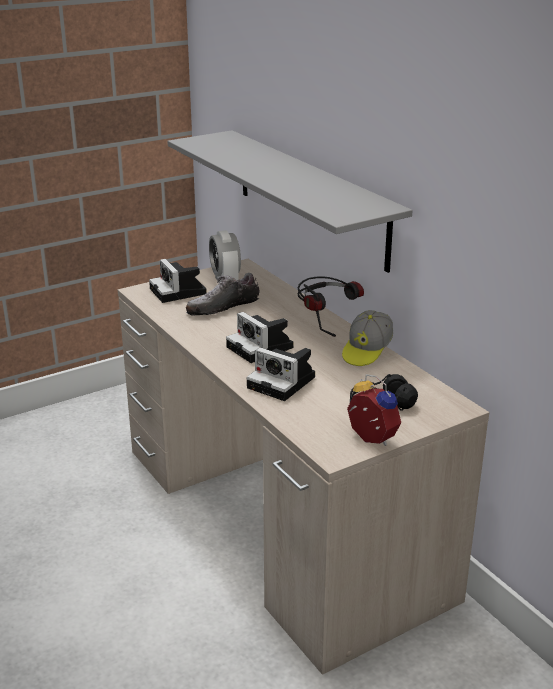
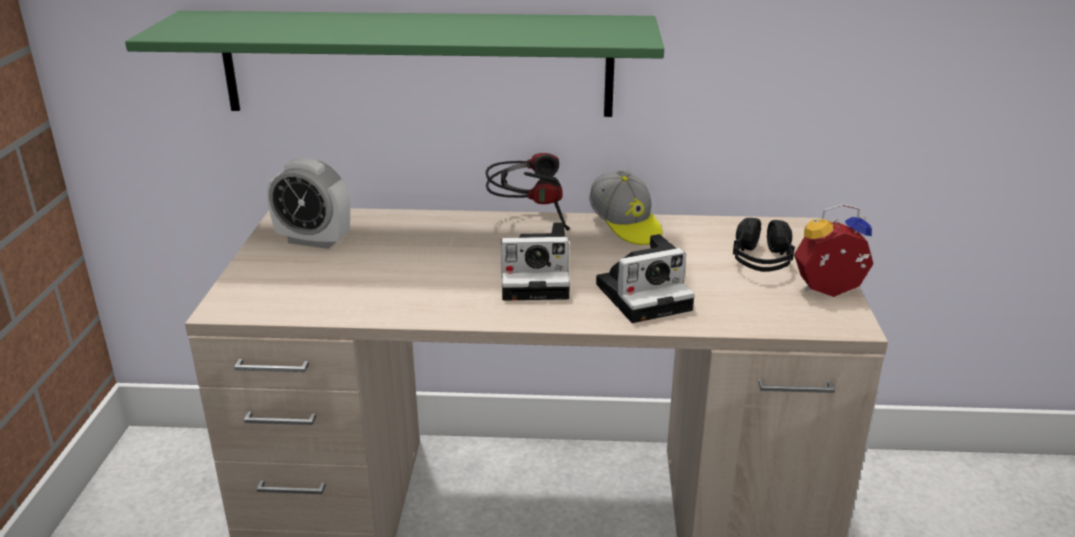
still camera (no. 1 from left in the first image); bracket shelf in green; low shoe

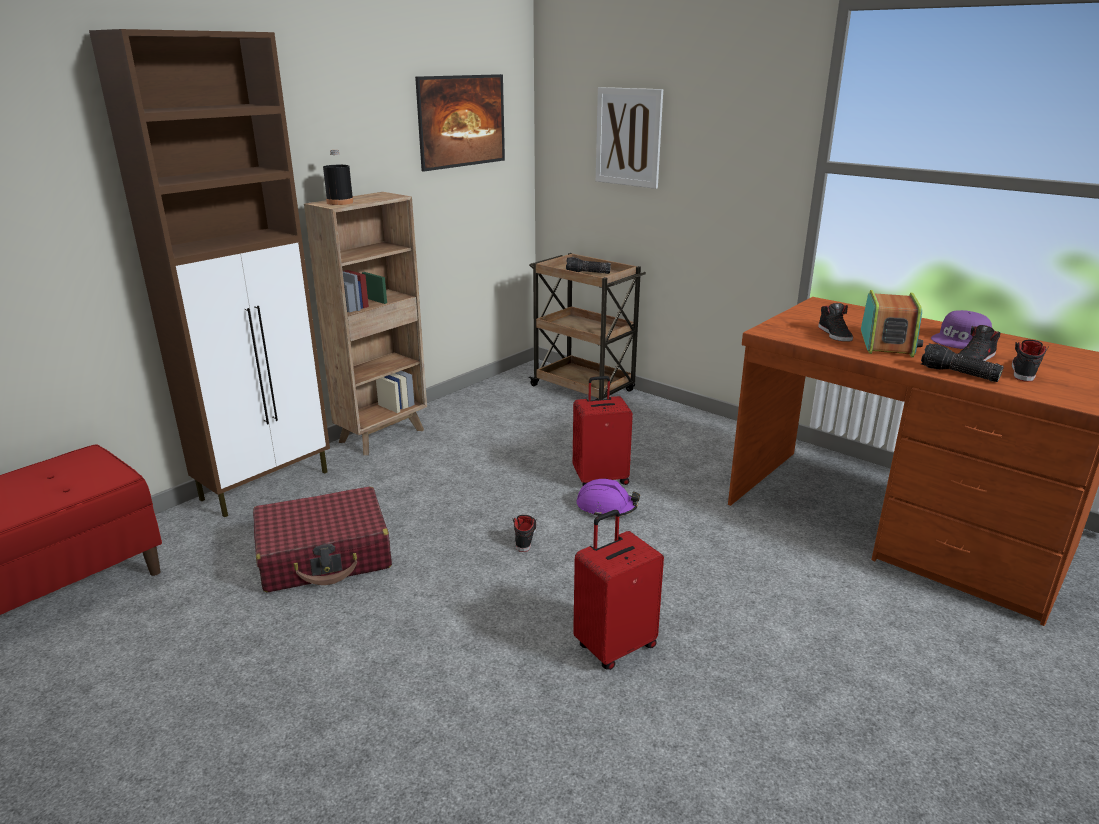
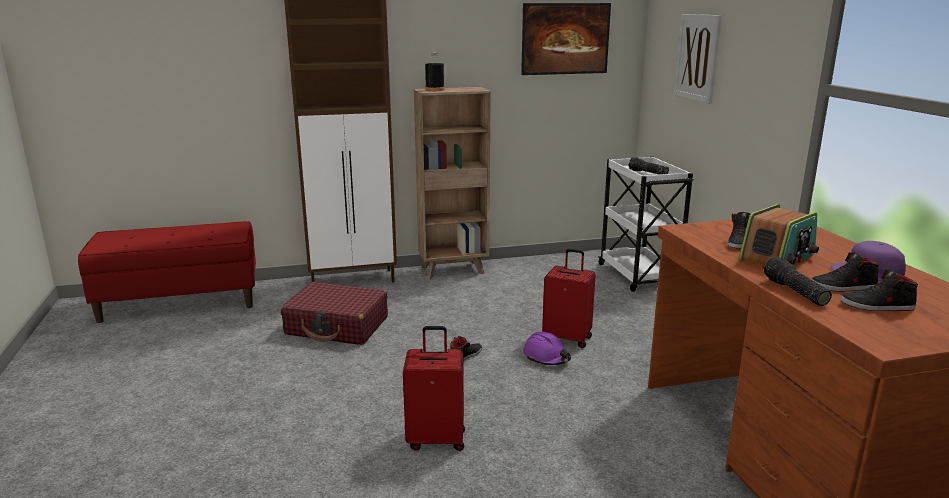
wheeled cart in white-coloured; low shoe in black-coloured (no. 4 from left)

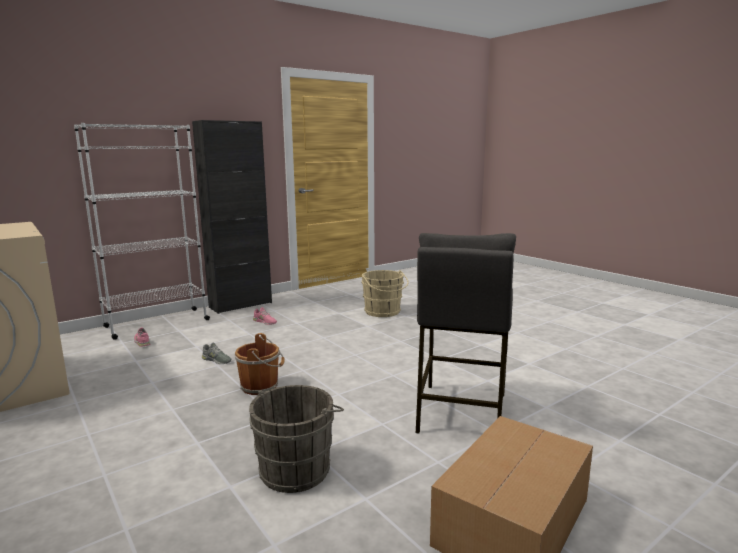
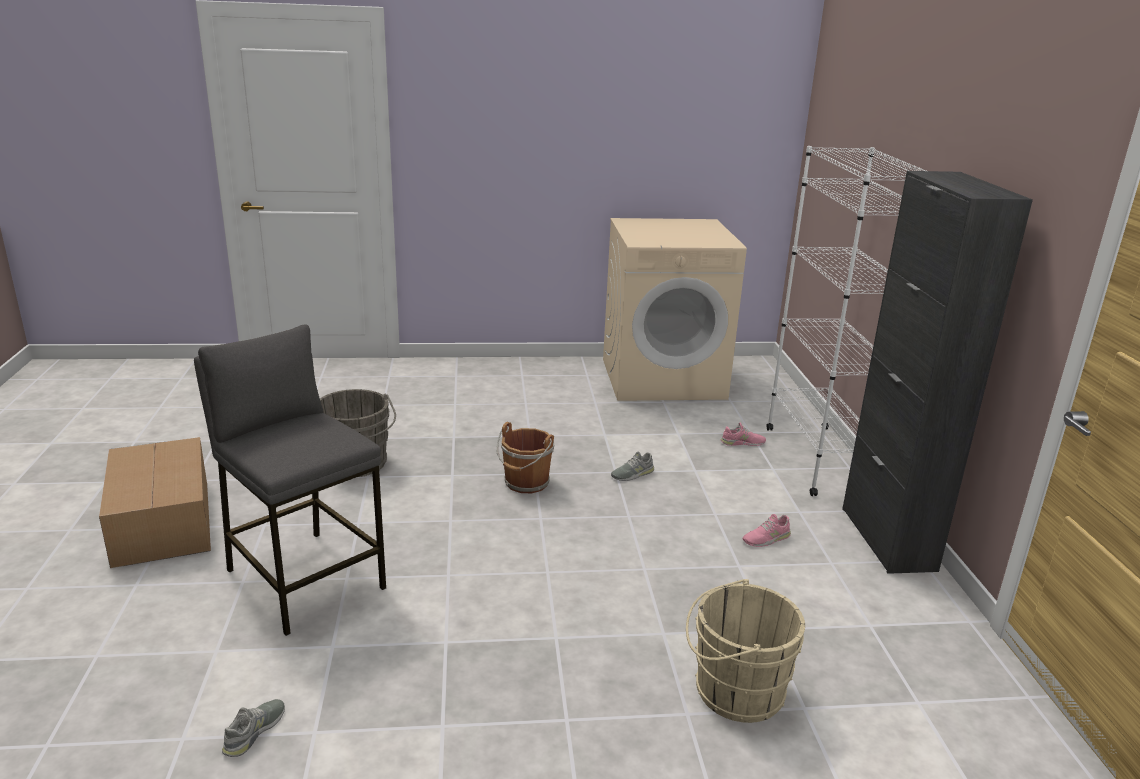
low shoe in gray (no. 1 from left)

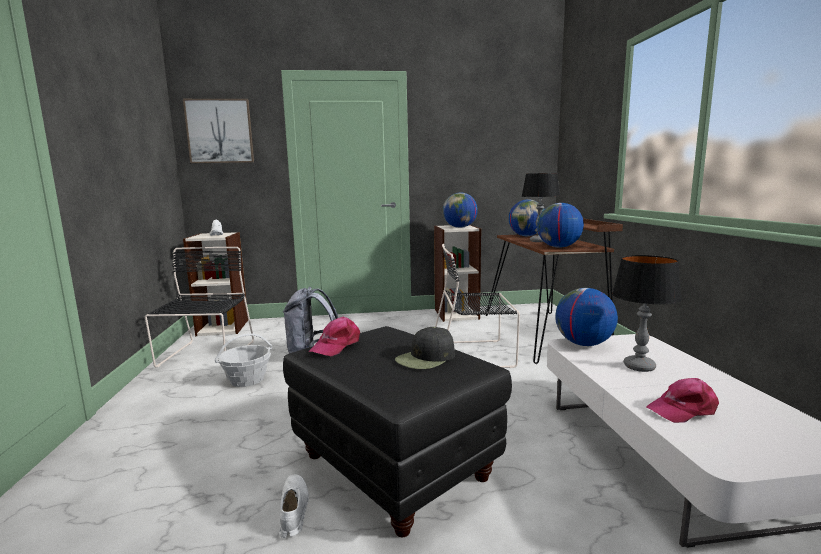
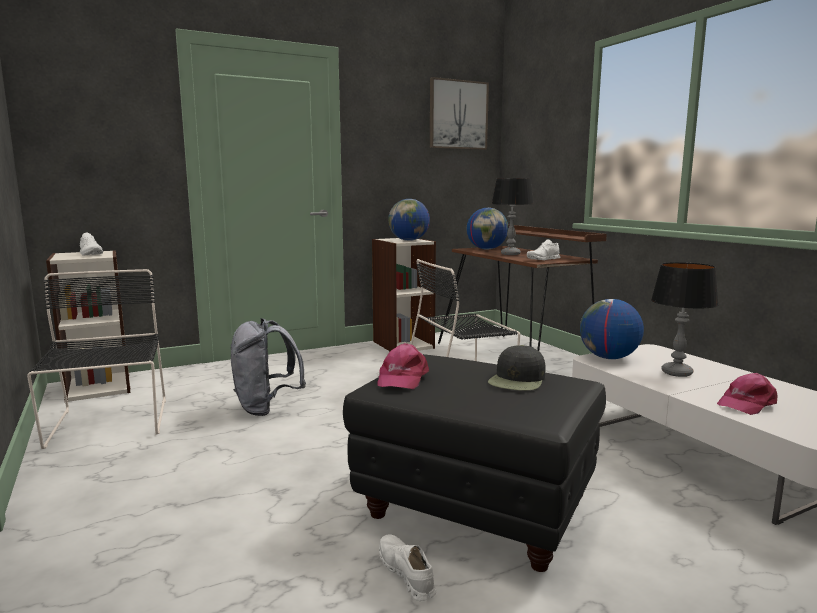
picture; household basket; low shoe in white-coloured (no. 3 from left)

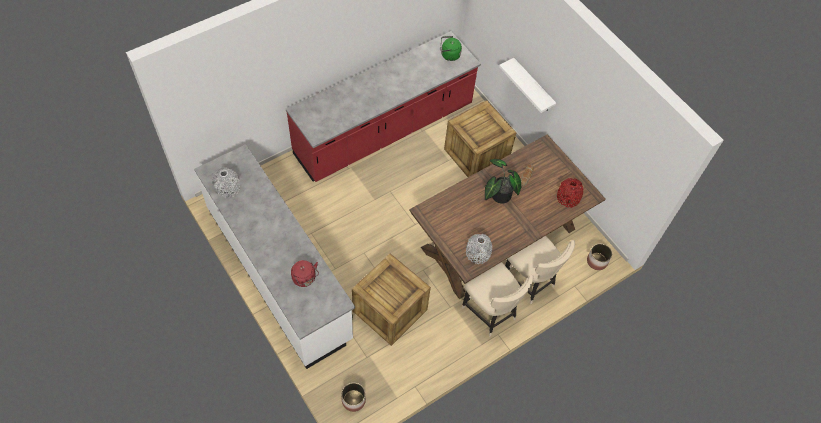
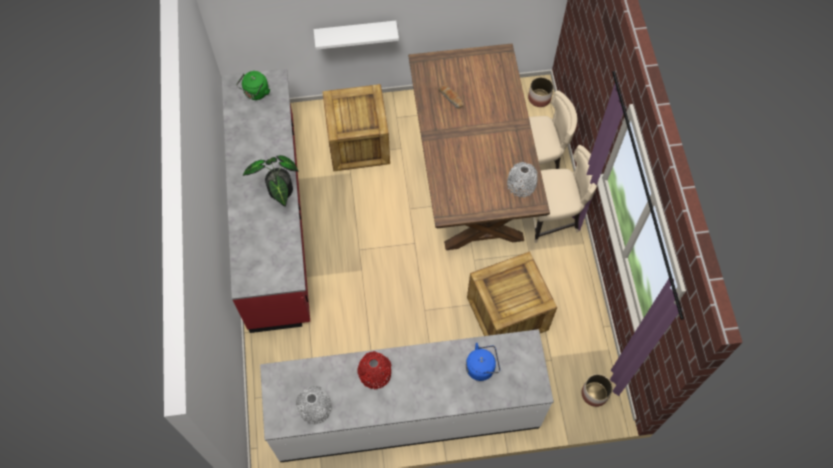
water kettle in blue-coloured; plant in a pot; flower vase in red-coloured

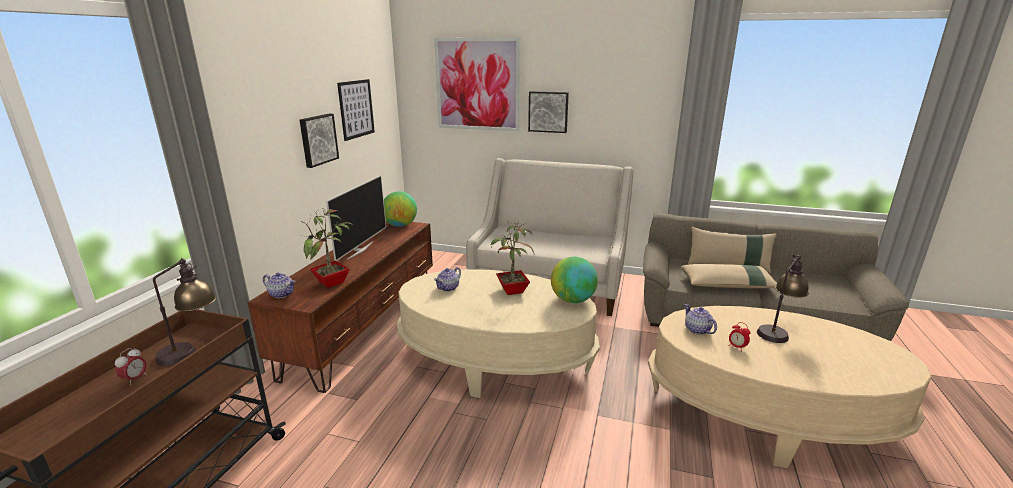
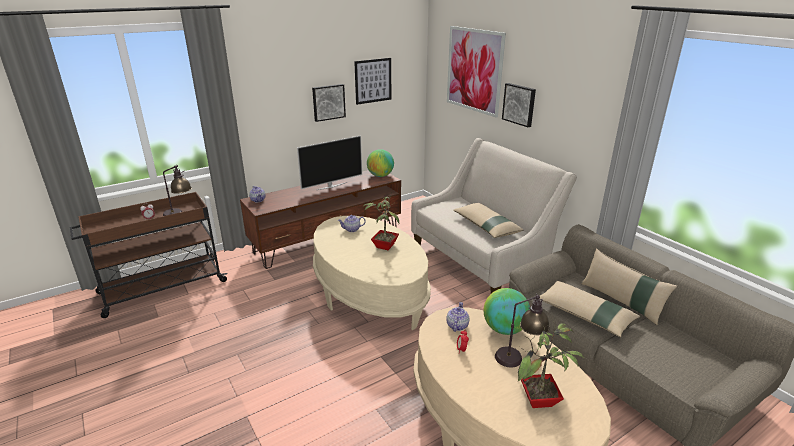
plant in a pot (no. 2 from left); world globe (no. 2 from left); pillow in sand-coloured (no. 1 from left)

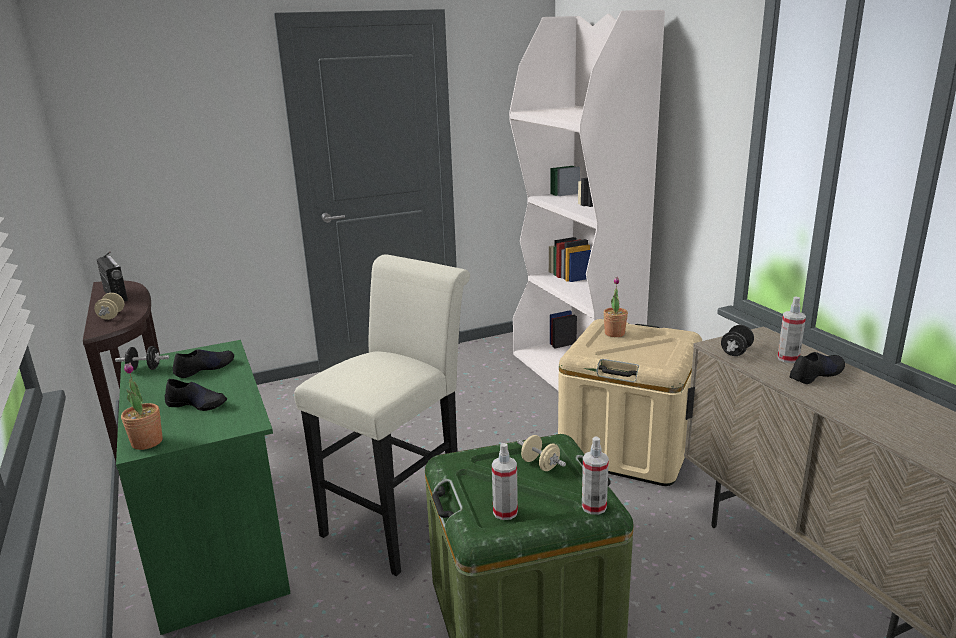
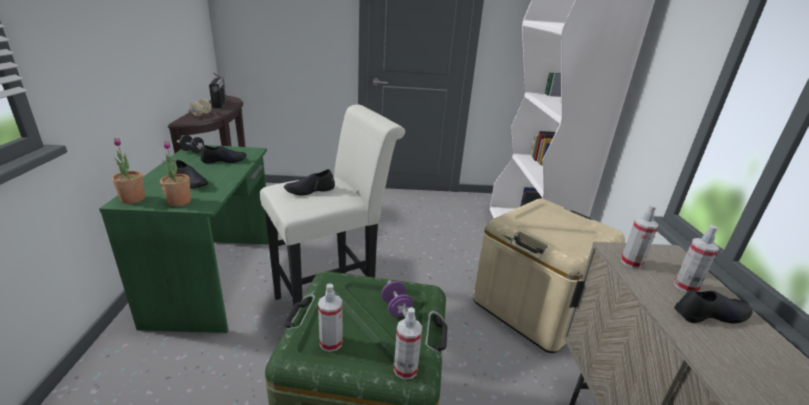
hand weight in purple-coloured; plant in a pot (no. 2 from left); spray bottle (no. 3 from left); low shoe in black-coloured (no. 3 from left)

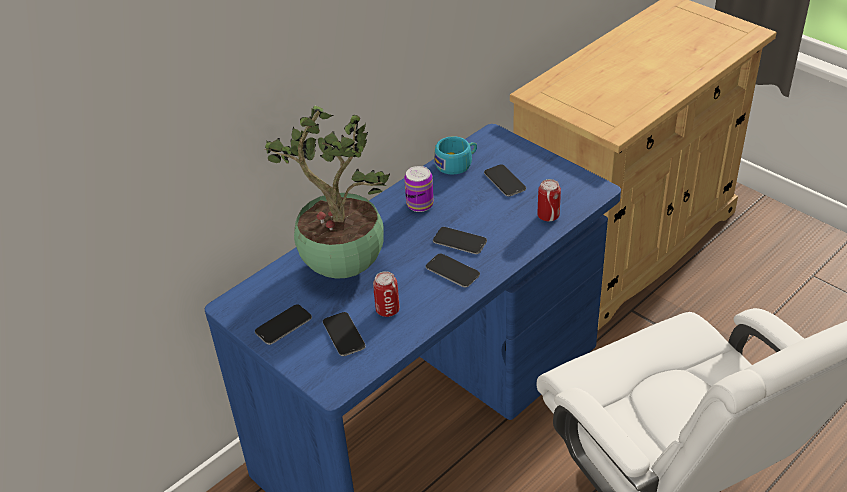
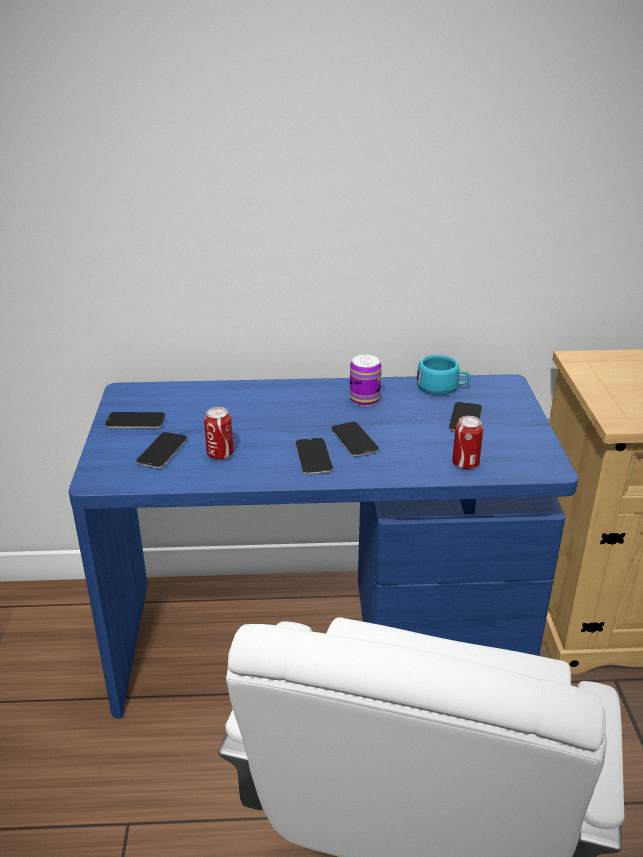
plant in a pot

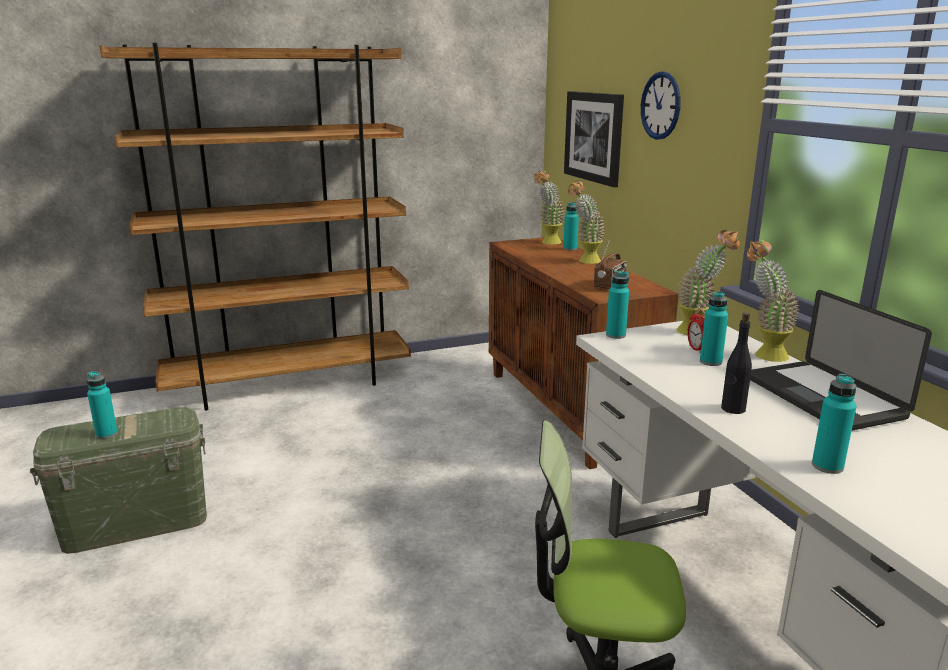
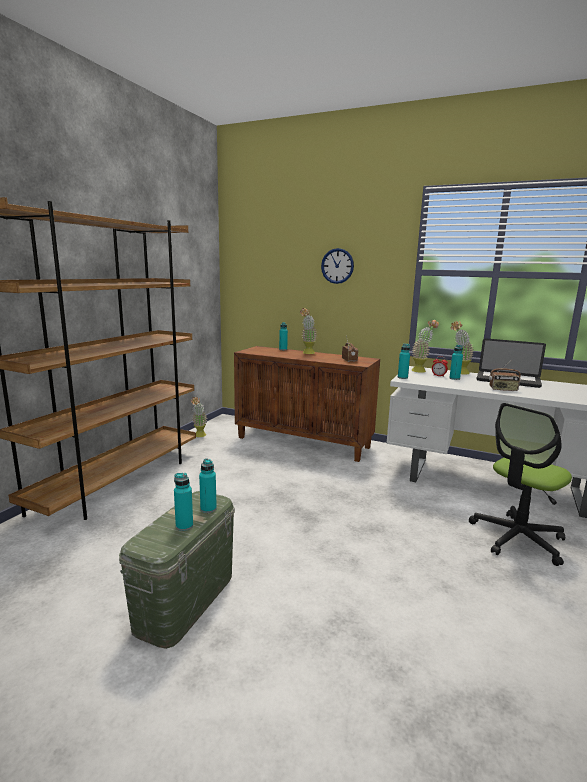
plant in a pot (no. 1 from left); picture; radio (no. 2 from left); bottle in turquoise-coloured (no. 2 from left)

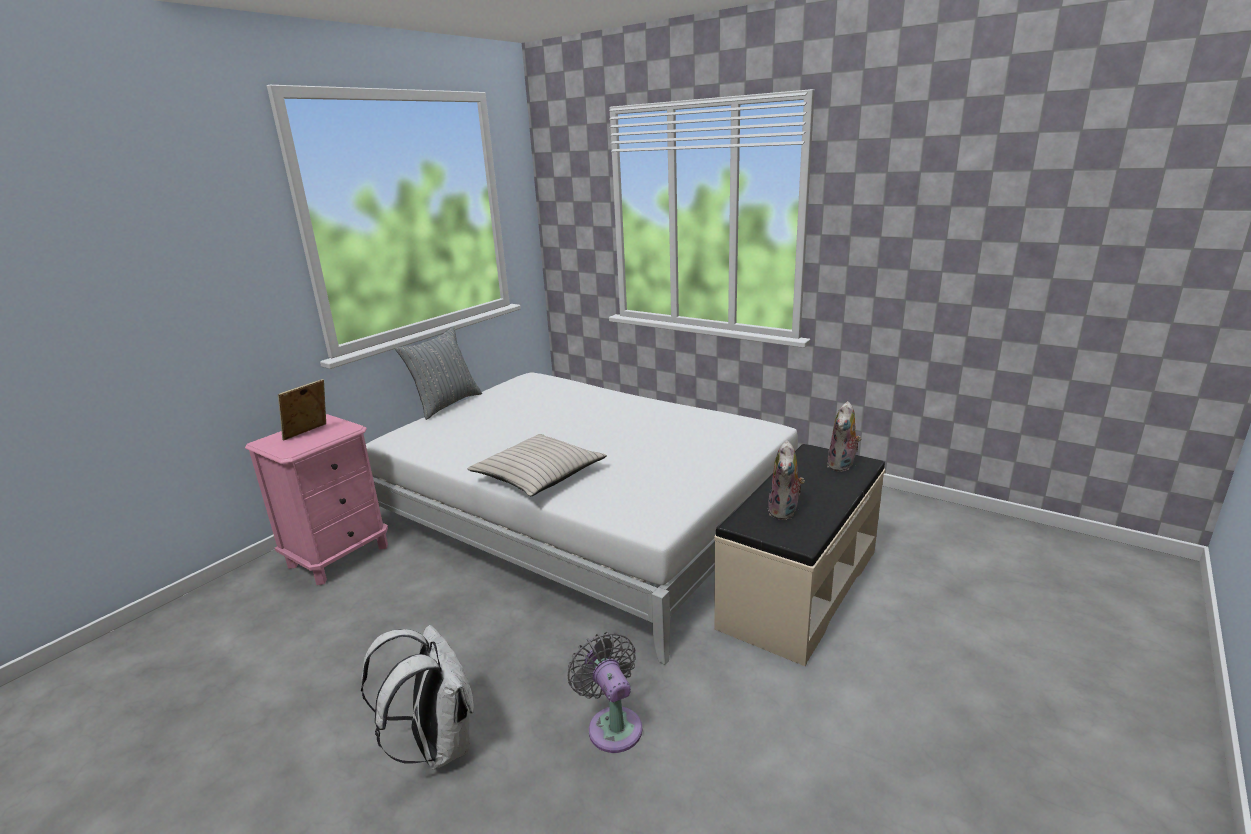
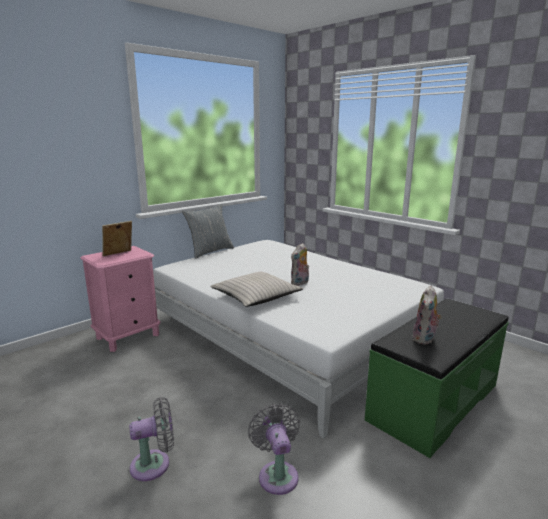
fan in gray (no. 1 from left); long seat in green; cuddly toy (no. 1 from left)

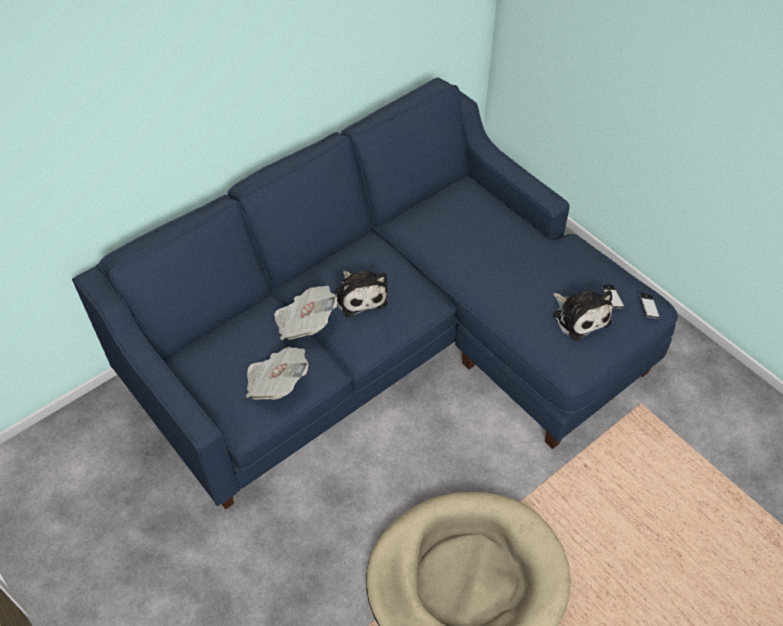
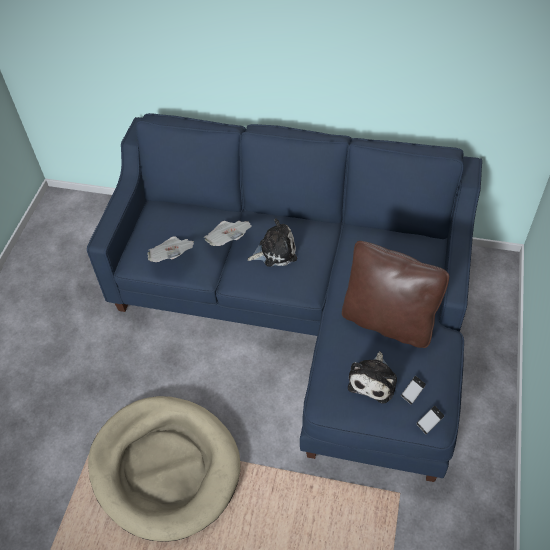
cuddly toy (no. 1 from left); pillow in brown-coloured

